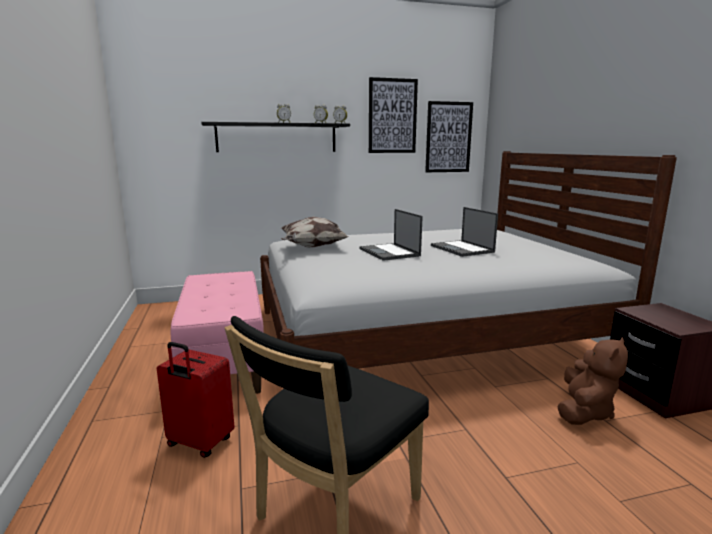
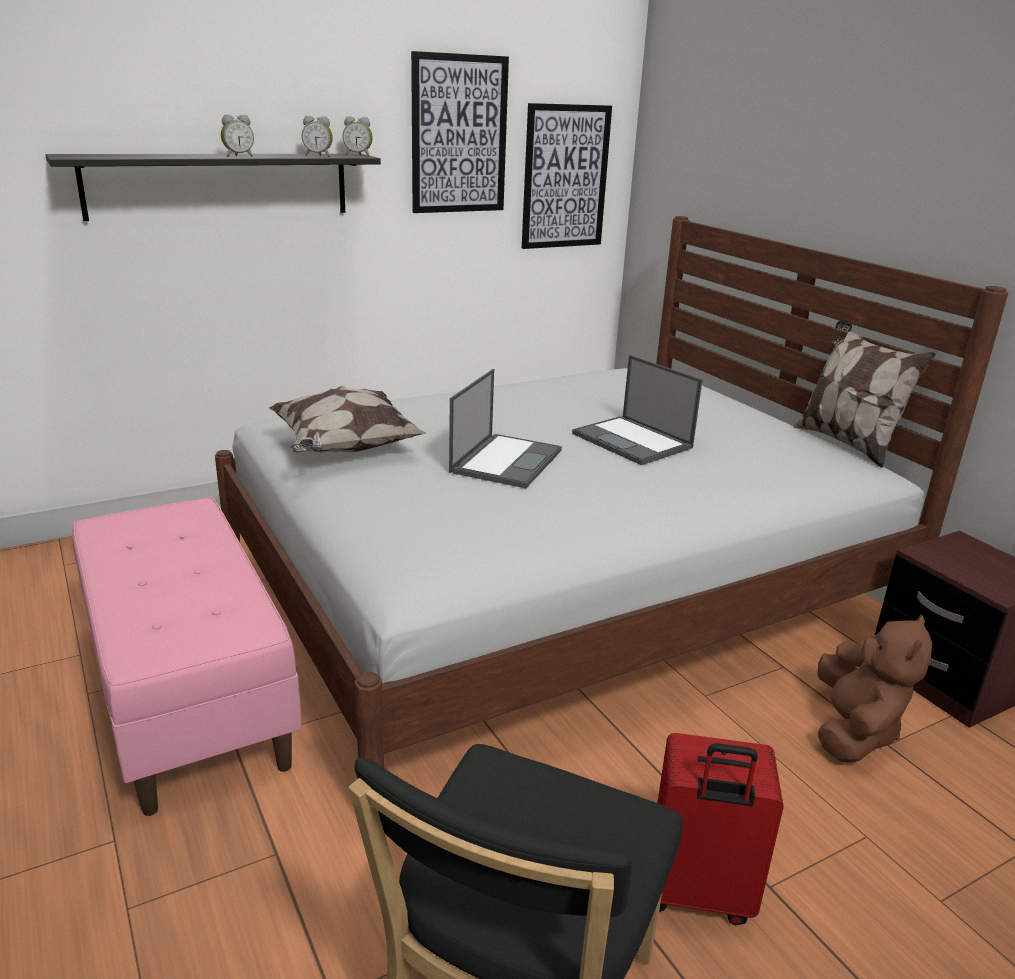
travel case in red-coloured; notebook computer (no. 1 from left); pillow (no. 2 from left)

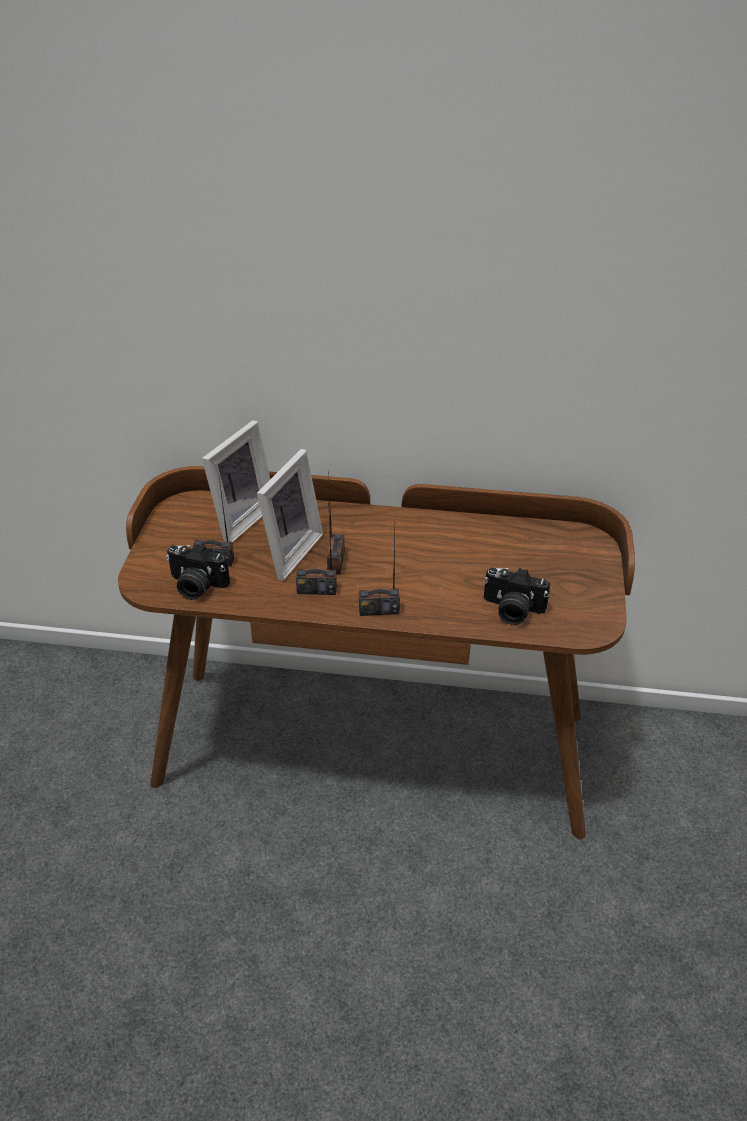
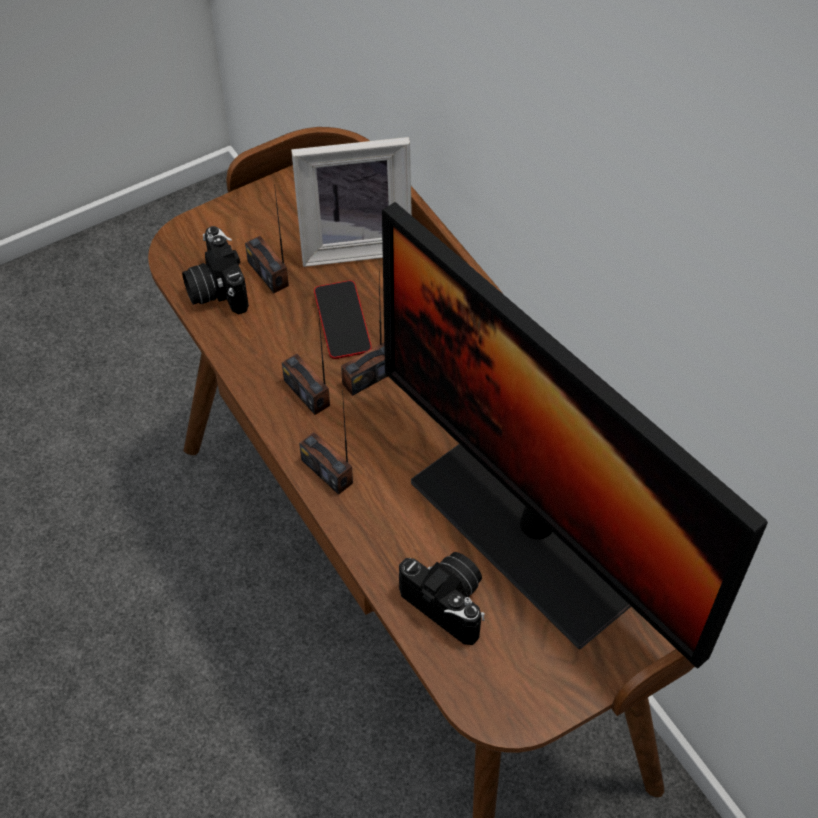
phone; still camera (no. 2 from left); computer screen

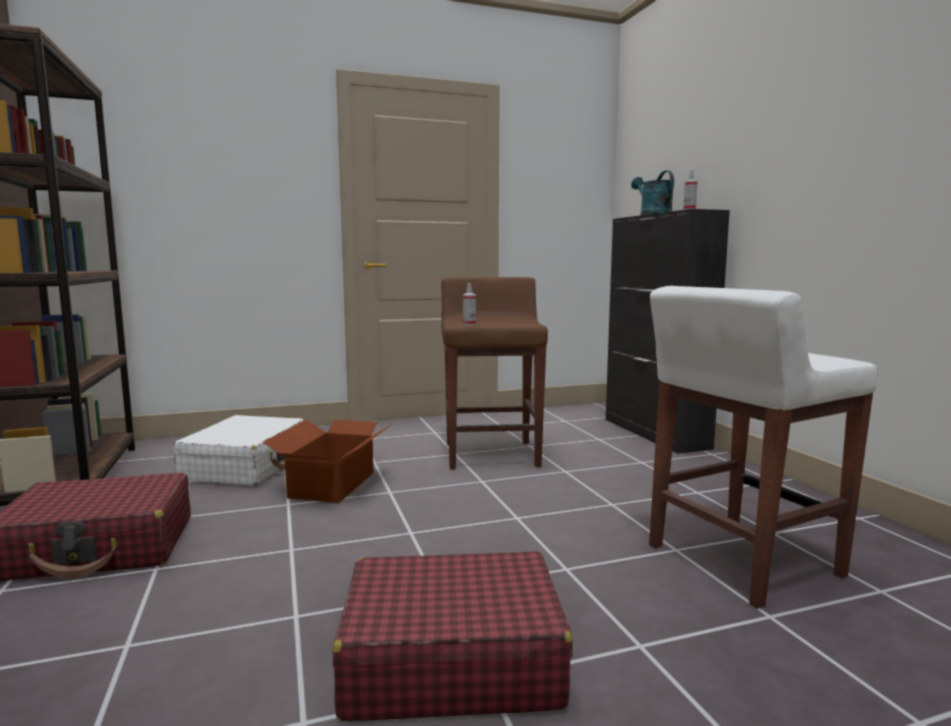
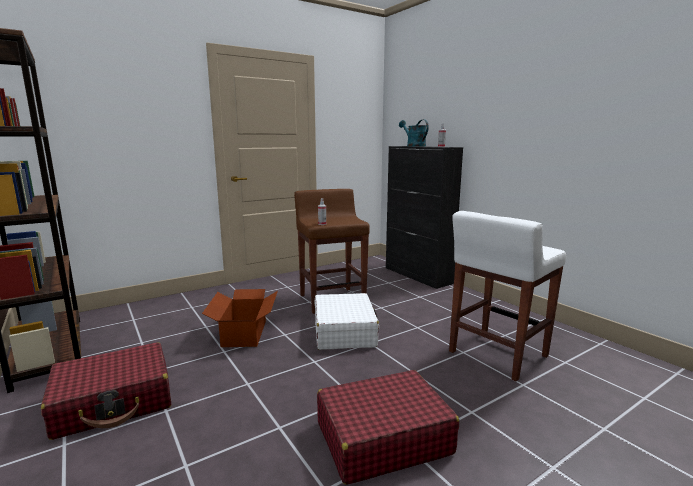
travel case in white-coloured

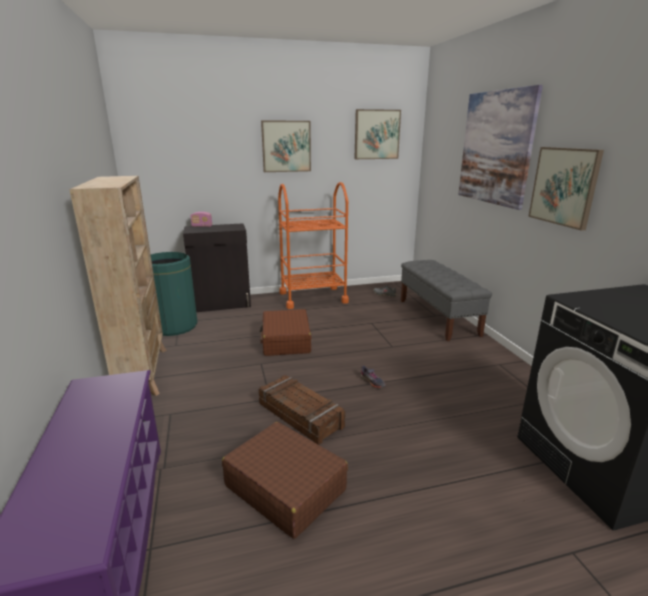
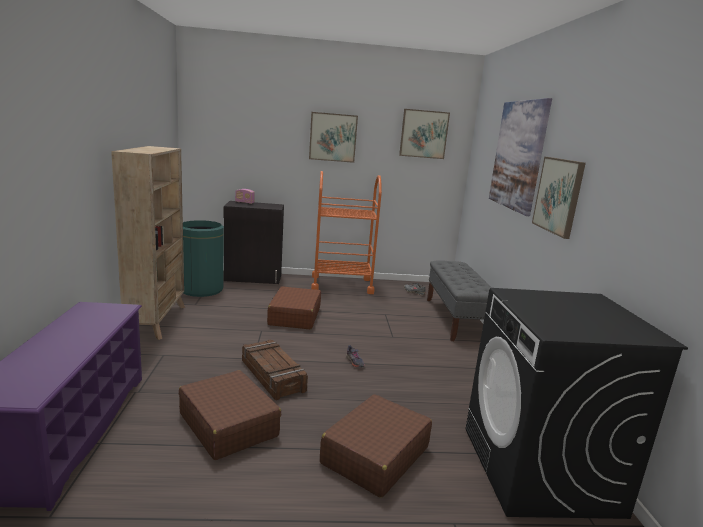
travel case in brown-coloured (no. 3 from left)

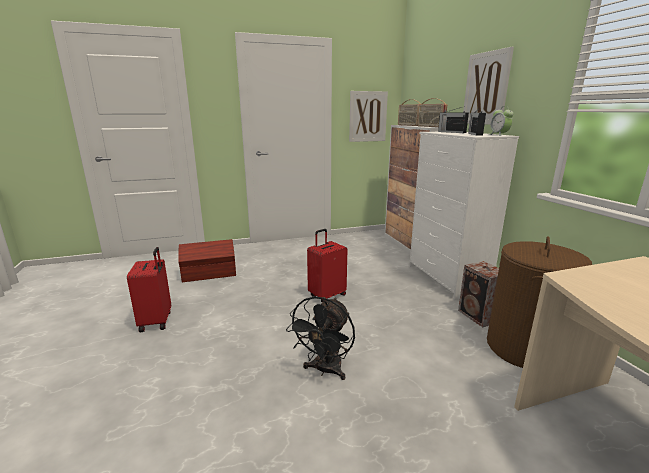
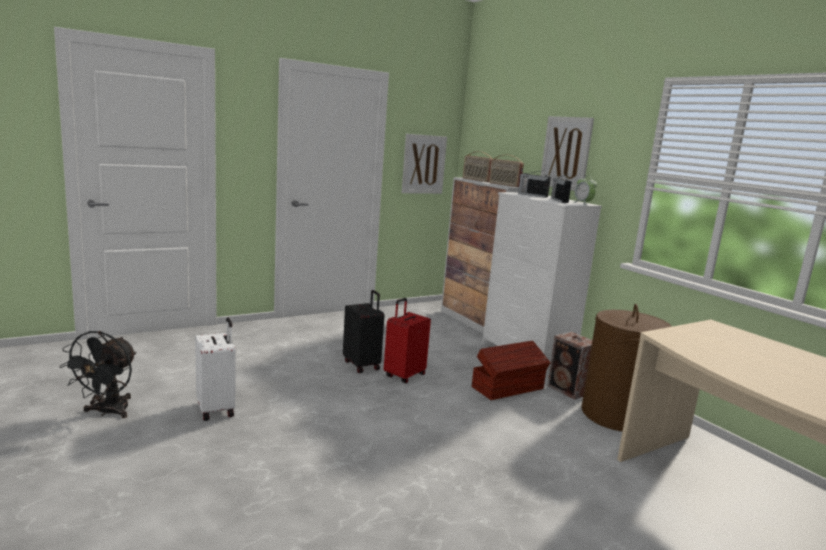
travel case in white-coloured; storage container in brown-coloured; fan in black-coloured; travel case in black-coloured

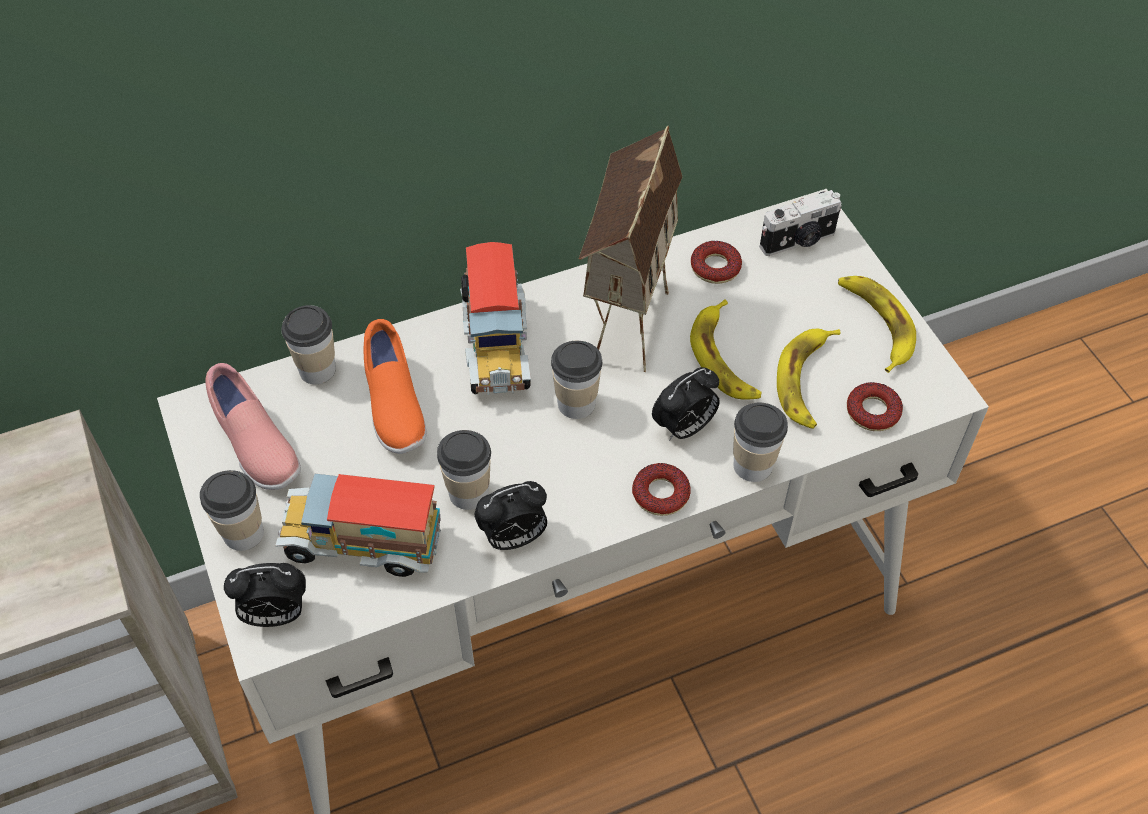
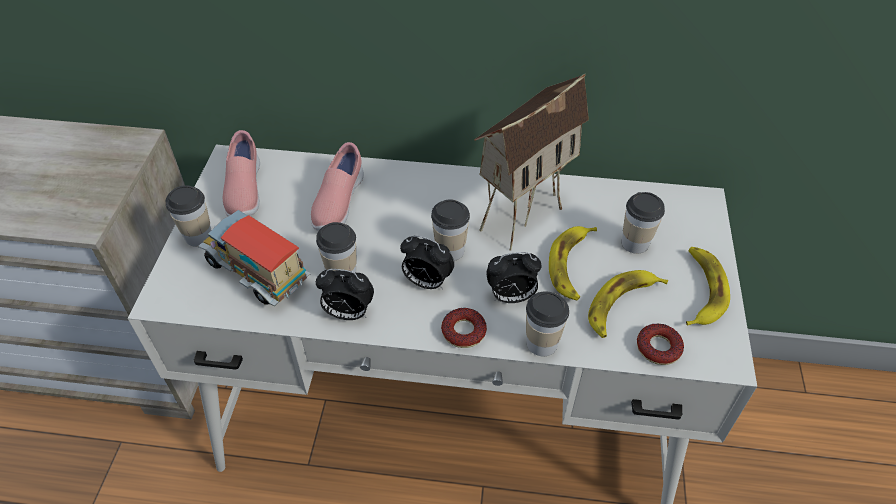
table clock (no. 2 from left); cup (no. 5 from left); low shoe in pink (no. 2 from left); toy truck (no. 2 from left in the first image); ring doughnut (no. 2 from left in the first image); still camera

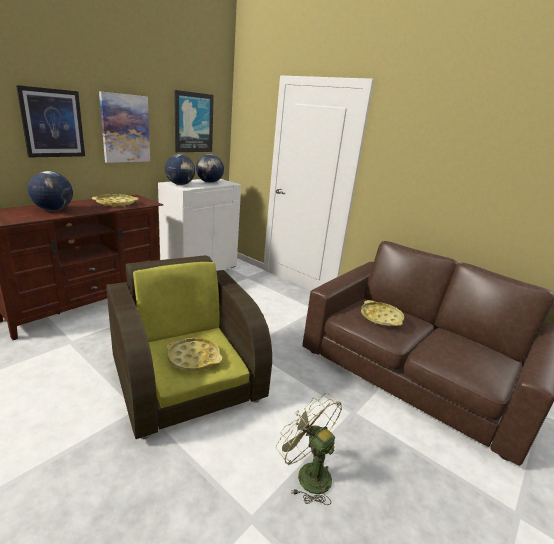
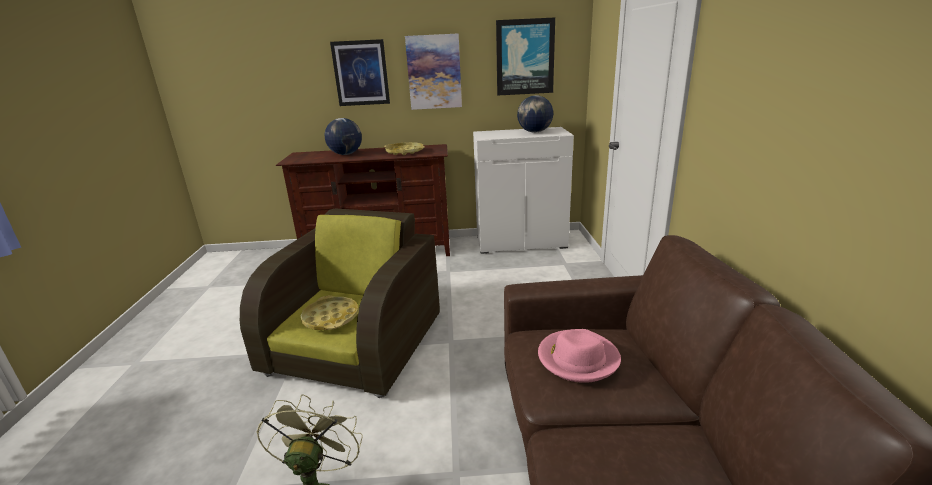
world globe (no. 2 from left in the first image); clothing hat in pink

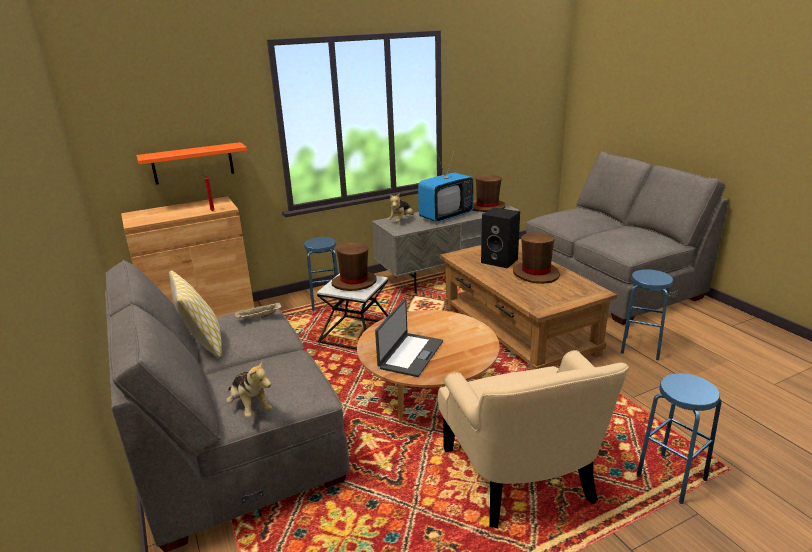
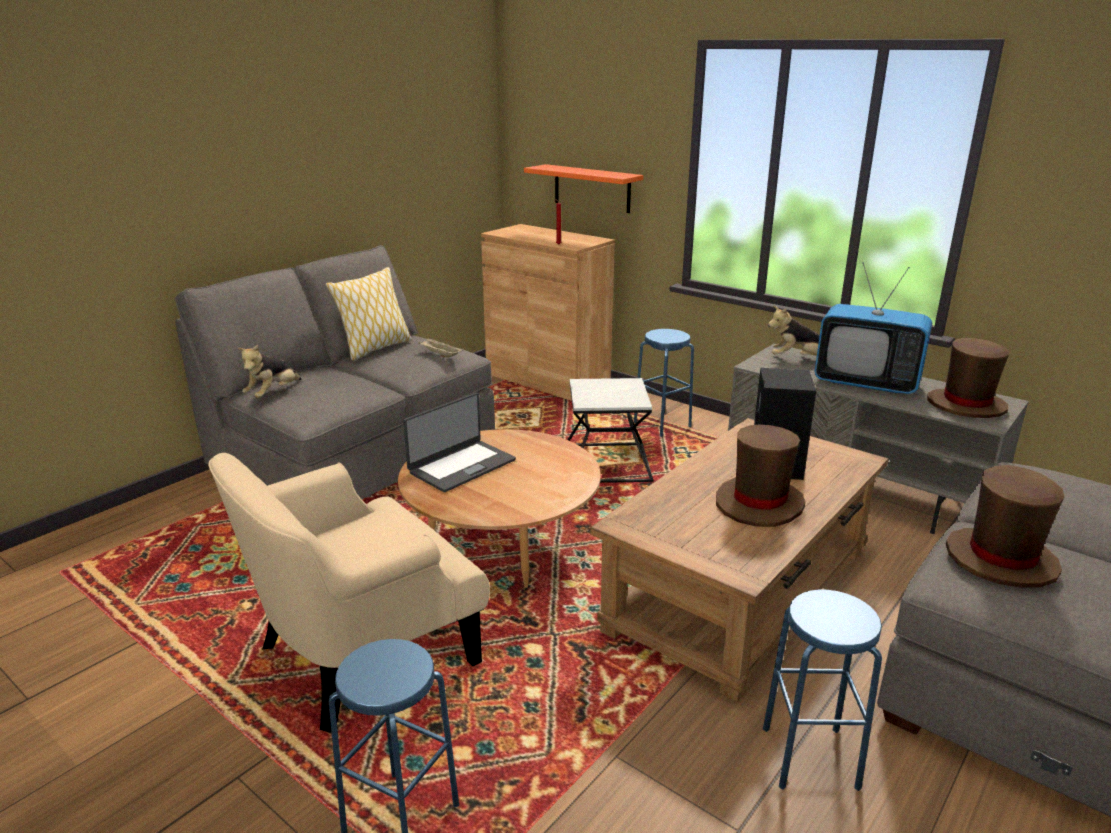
clothing hat in brown-coloured (no. 3 from left); notebook computer

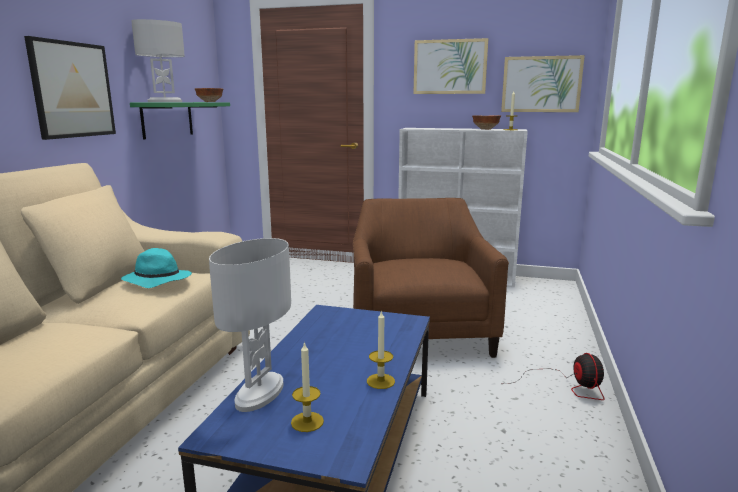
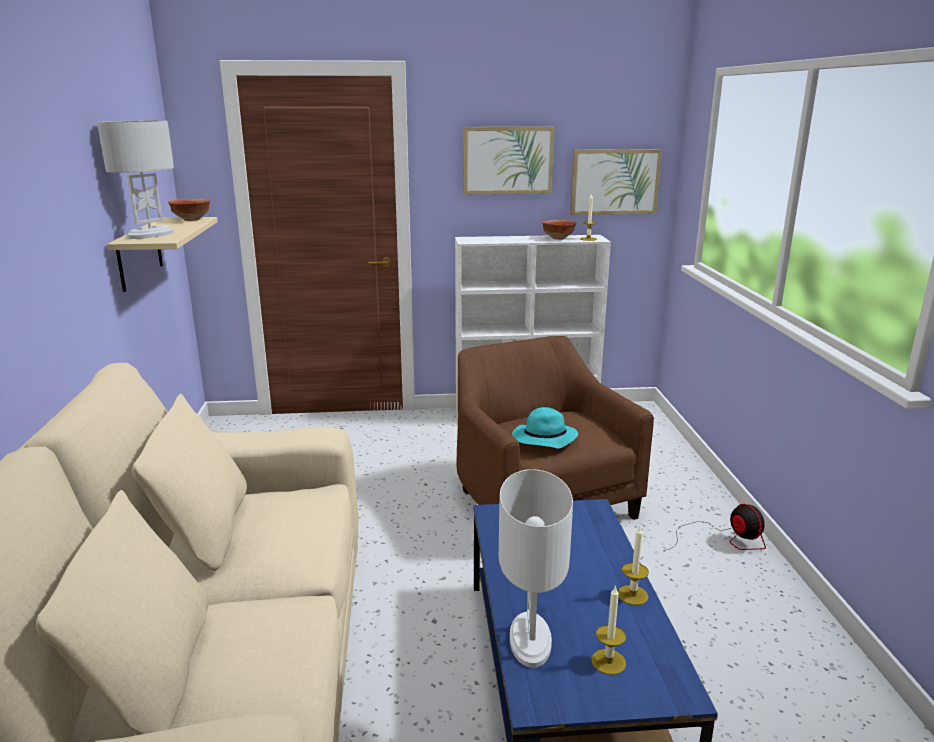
picture (no. 1 from left in the first image); clothing hat in turquoise-coloured; bracket shelf in sand-coloured

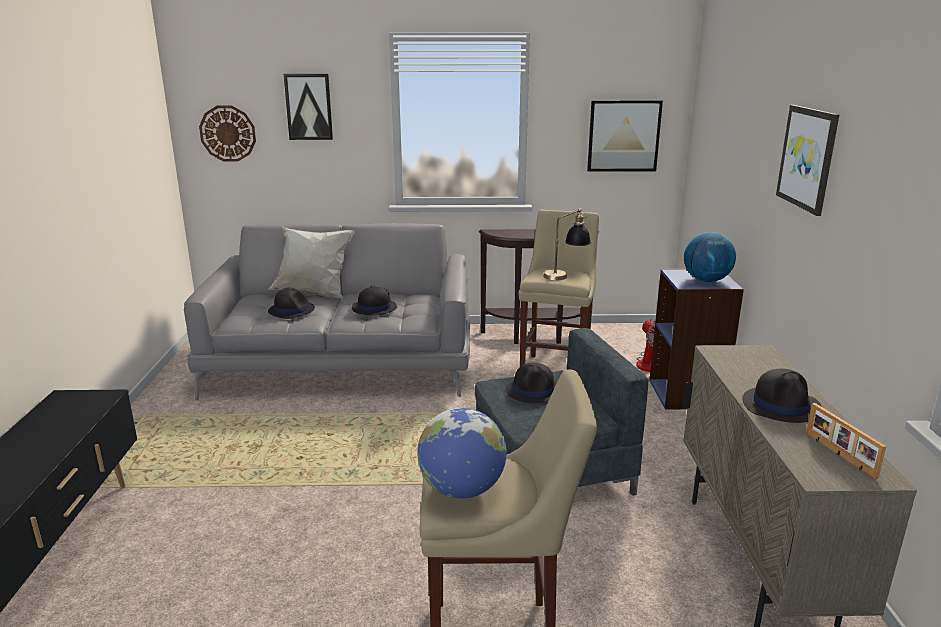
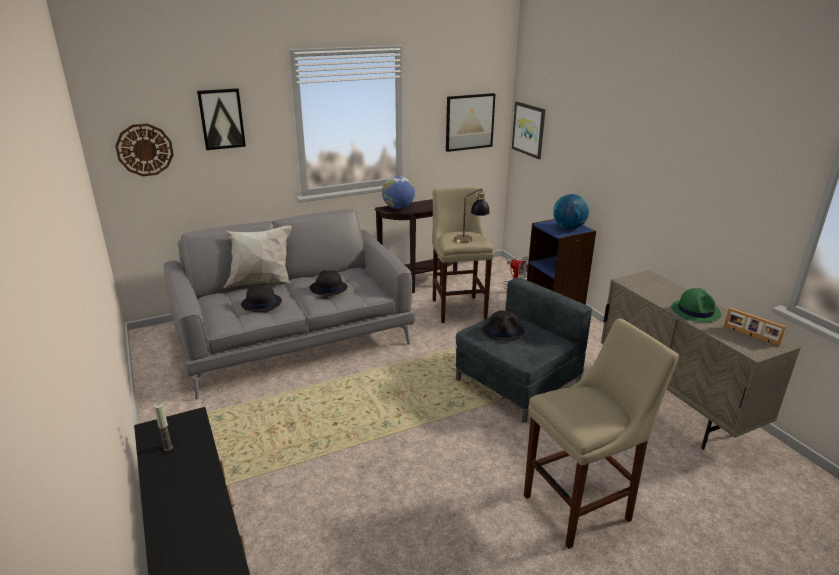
world globe (no. 1 from left); clothing hat in green; picture (no. 3 from left); wax light

